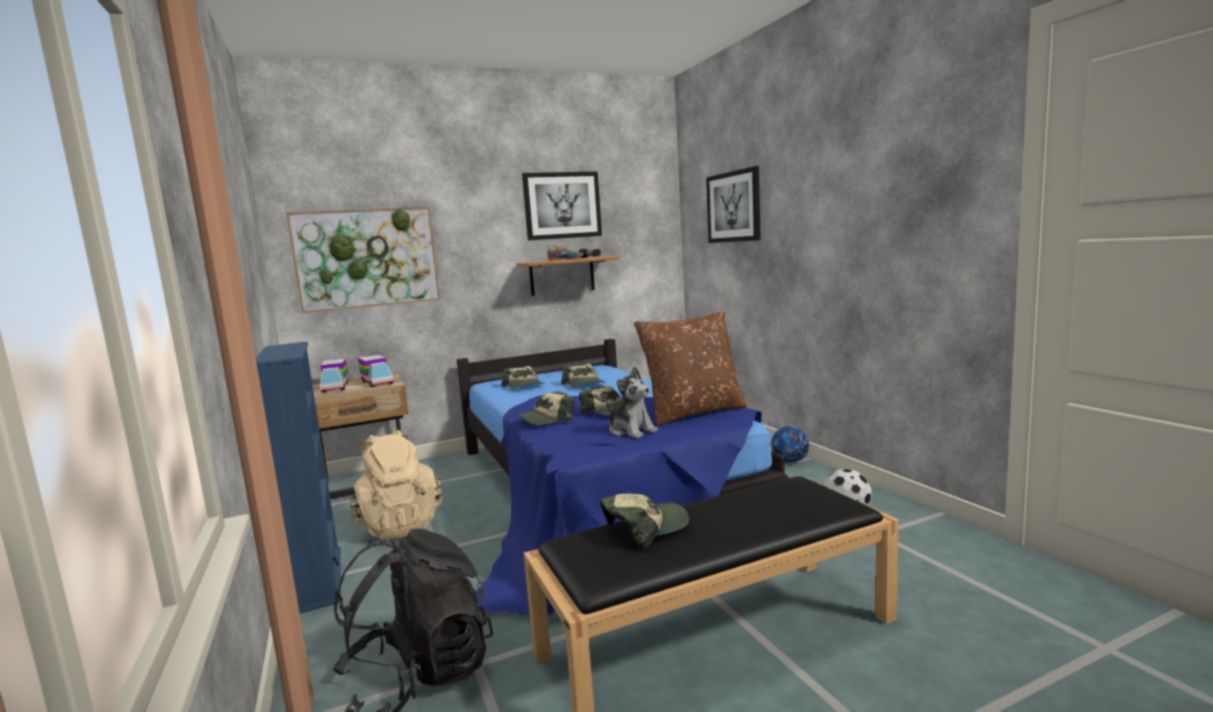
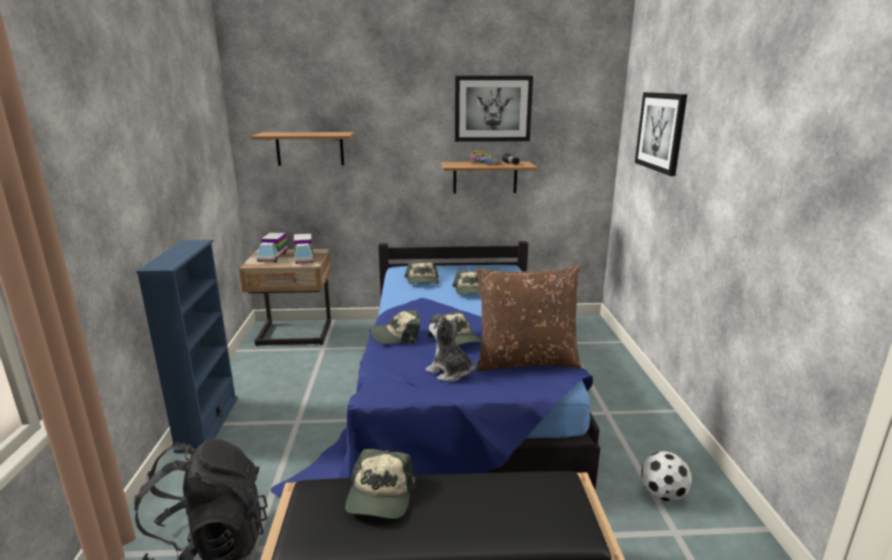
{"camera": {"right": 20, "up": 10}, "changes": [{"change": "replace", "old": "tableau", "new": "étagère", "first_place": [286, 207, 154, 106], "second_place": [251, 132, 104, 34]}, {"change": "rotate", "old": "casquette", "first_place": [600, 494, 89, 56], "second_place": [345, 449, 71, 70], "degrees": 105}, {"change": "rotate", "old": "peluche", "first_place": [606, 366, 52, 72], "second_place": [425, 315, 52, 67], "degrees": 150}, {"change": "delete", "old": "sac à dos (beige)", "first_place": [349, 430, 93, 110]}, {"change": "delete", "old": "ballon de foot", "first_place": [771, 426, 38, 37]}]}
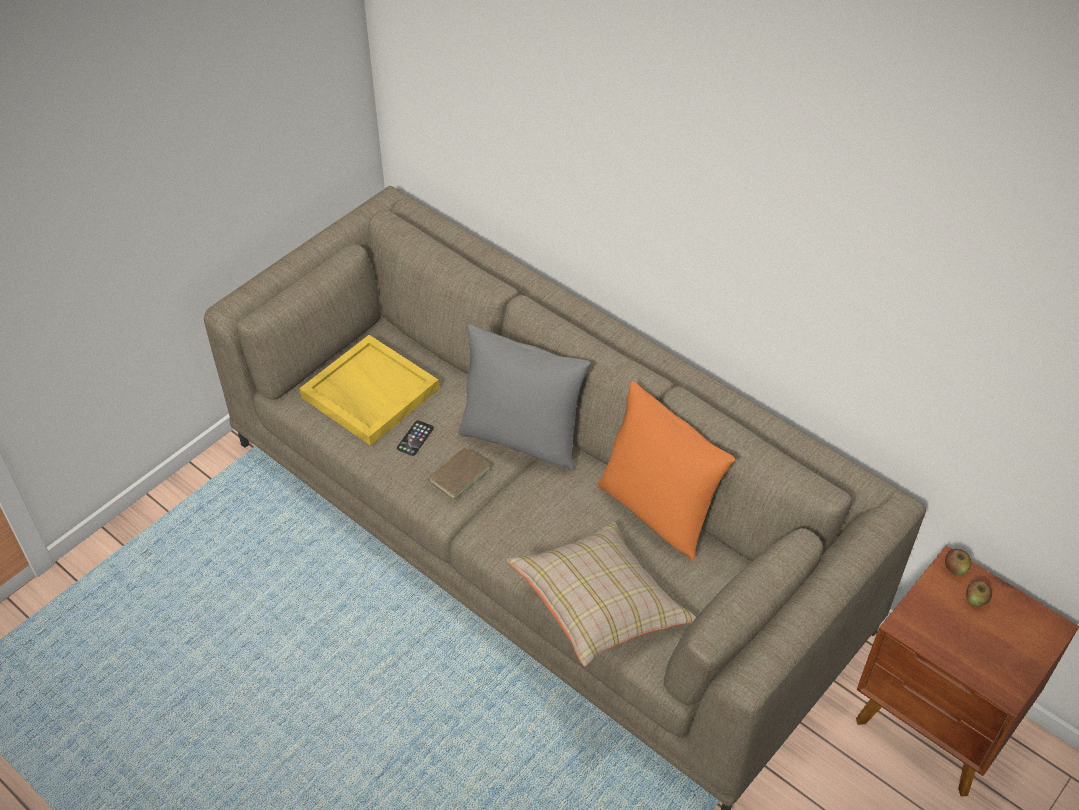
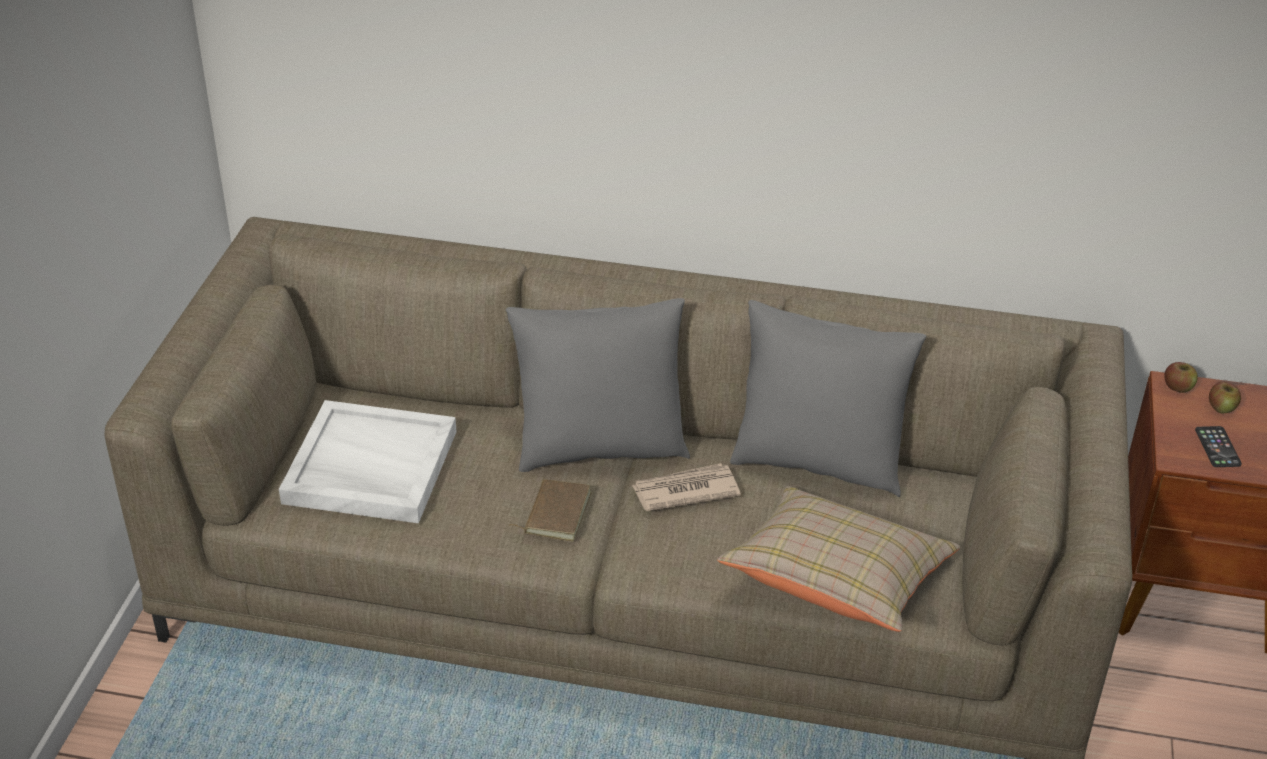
{"camera": {"right": -30, "up": -10}, "changes": [{"change": "recolor", "old": "plateau (jaune)", "new": "plateau (blanc)", "first_place": [300, 335, 139, 111], "second_place": [279, 400, 177, 123]}, {"change": "insert", "new": "journal", "second_place": [631, 463, 110, 48]}, {"change": "recolor", "old": "coussin (orange)", "new": "coussin (gris)", "first_place": [598, 382, 137, 180], "second_place": [730, 300, 196, 197]}, {"change": "move", "old": "téléphone", "first_place": [397, 420, 37, 36], "second_place": [1195, 426, 47, 41]}]}
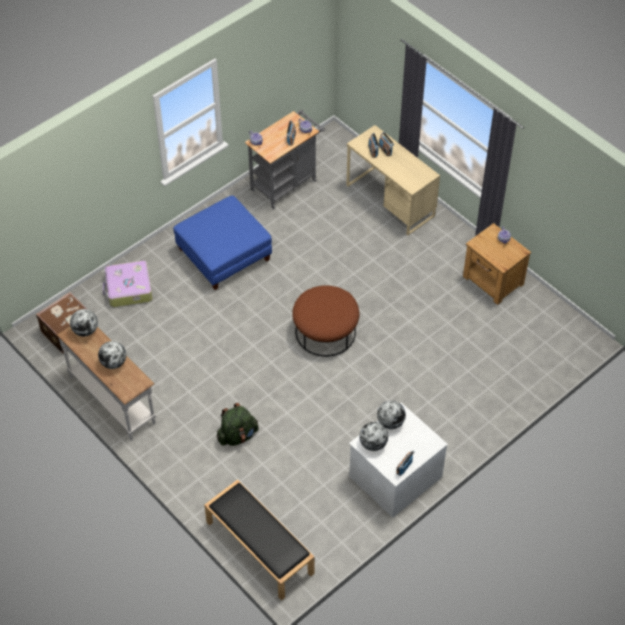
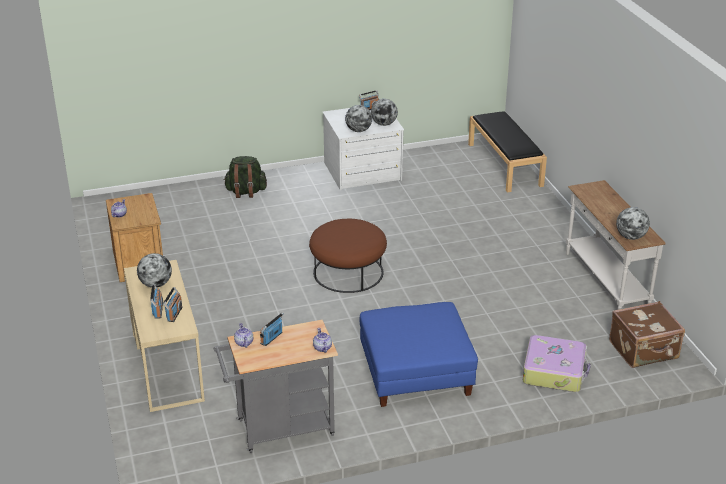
{"camera": {"right": -155, "up": -20}, "changes": [{"change": "move", "old": "globe", "first_place": [98, 341, 28, 28], "second_place": [137, 253, 35, 35]}, {"change": "move", "old": "sac à dos (vert)", "first_place": [217, 403, 42, 43], "second_place": [223, 156, 44, 42]}]}
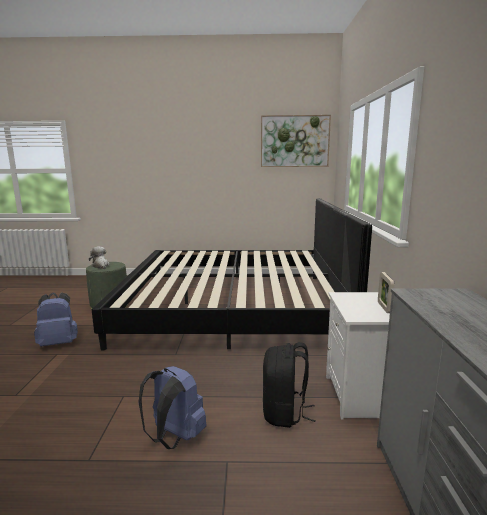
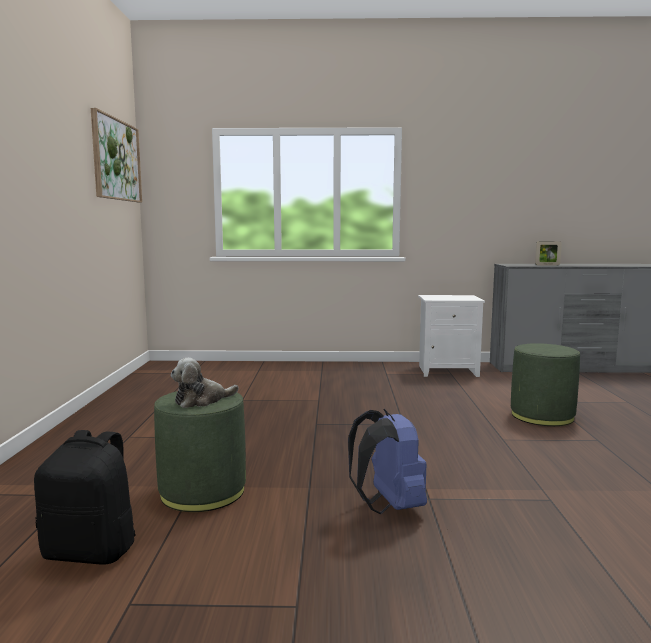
{"camera": {"right": -90, "up": -5}, "changes": [{"change": "move", "old": "sac à dos (noir)", "first_place": [263, 342, 53, 86], "second_place": [34, 430, 101, 135]}, {"change": "replace", "old": "sac à dos (bleu)", "new": "pouf (vert)", "first_place": [139, 366, 68, 83], "second_place": [511, 343, 69, 83]}, {"change": "move", "old": "cadre photo", "first_place": [378, 272, 16, 41], "second_place": [535, 241, 27, 24]}, {"change": "delete", "old": "lit", "first_place": [92, 198, 280, 153]}]}
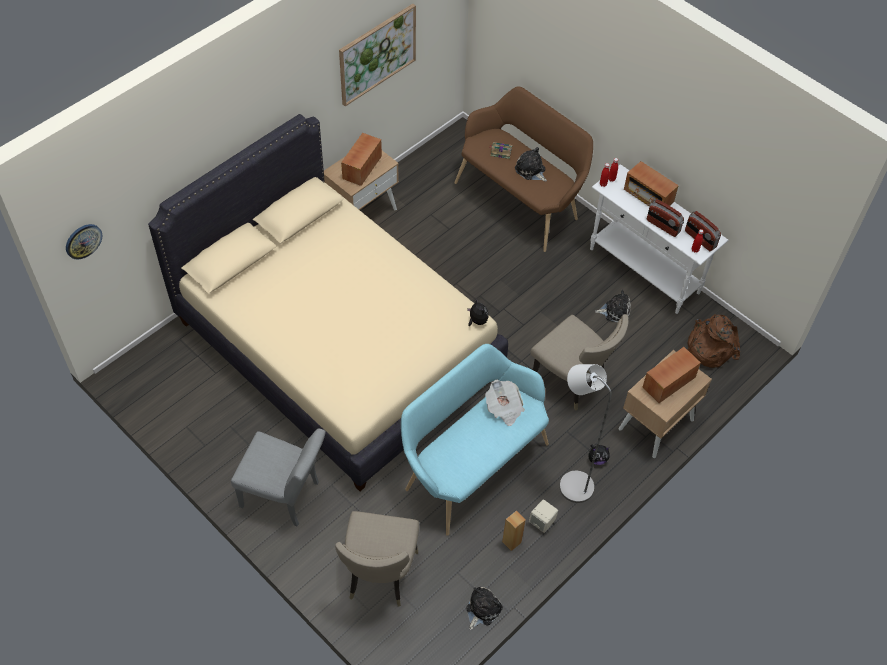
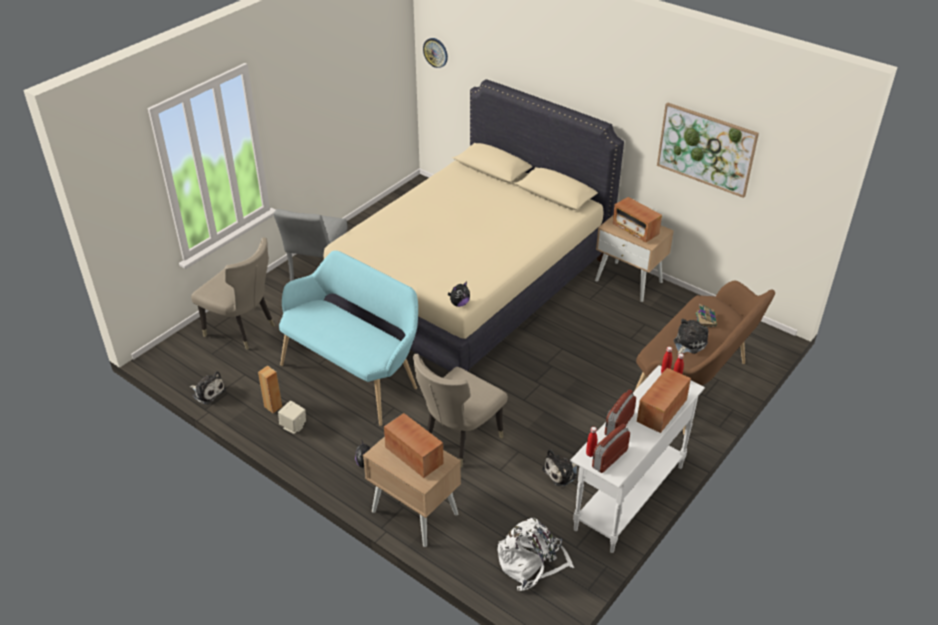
{"camera": {"right": 85, "up": -15}, "changes": [{"change": "rotate", "old": "chaise (beige)", "first_place": [335, 511, 84, 95], "second_place": [191, 237, 84, 113], "degrees": -150}, {"change": "recolor", "old": "sac à dos (marron)", "new": "sac à dos (blanc)", "first_place": [687, 314, 53, 54], "second_place": [497, 518, 77, 73]}, {"change": "rotate", "old": "peluche", "first_place": [595, 290, 36, 33], "second_place": [542, 449, 35, 37], "degrees": 60}, {"change": "rotate", "old": "radio", "first_place": [341, 133, 41, 53], "second_place": [612, 197, 50, 45], "degrees": -150}, {"change": "delete", "old": "journal", "first_place": [485, 380, 40, 46]}, {"change": "delete", "old": "lampadaire (gris)", "first_place": [559, 364, 53, 139]}]}
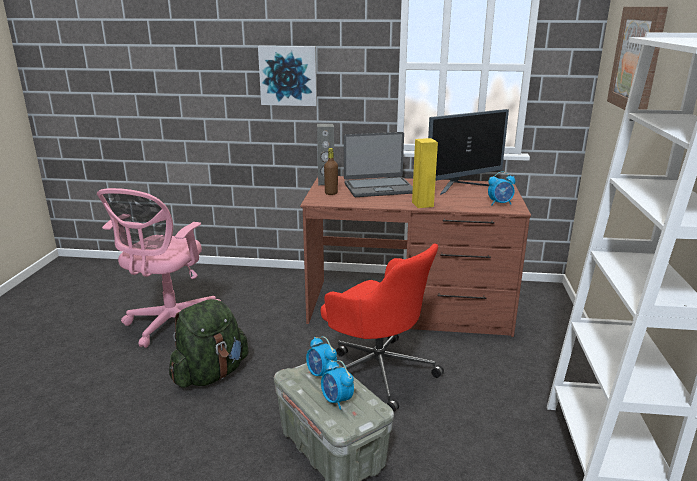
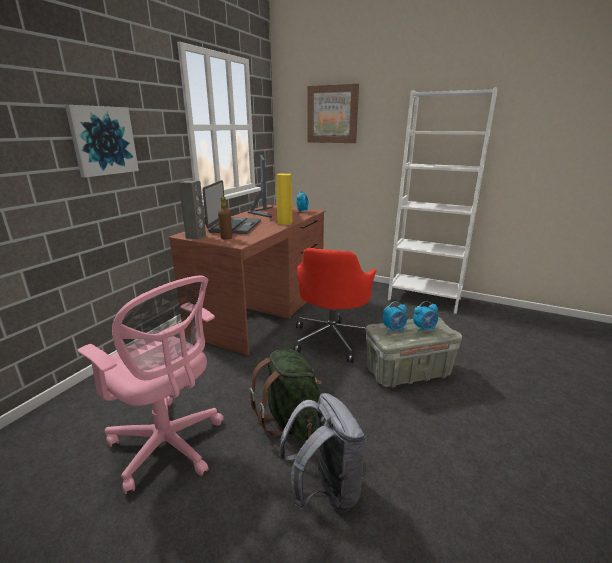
{"camera": {"right": -70, "up": 0}, "changes": [{"change": "insert", "new": "sac à dos (gris)", "second_place": [278, 393, 89, 118]}, {"change": "rotate", "old": "chaise de bureau (rouge)", "first_place": [321, 243, 123, 169], "second_place": [293, 248, 83, 115], "degrees": 135}]}
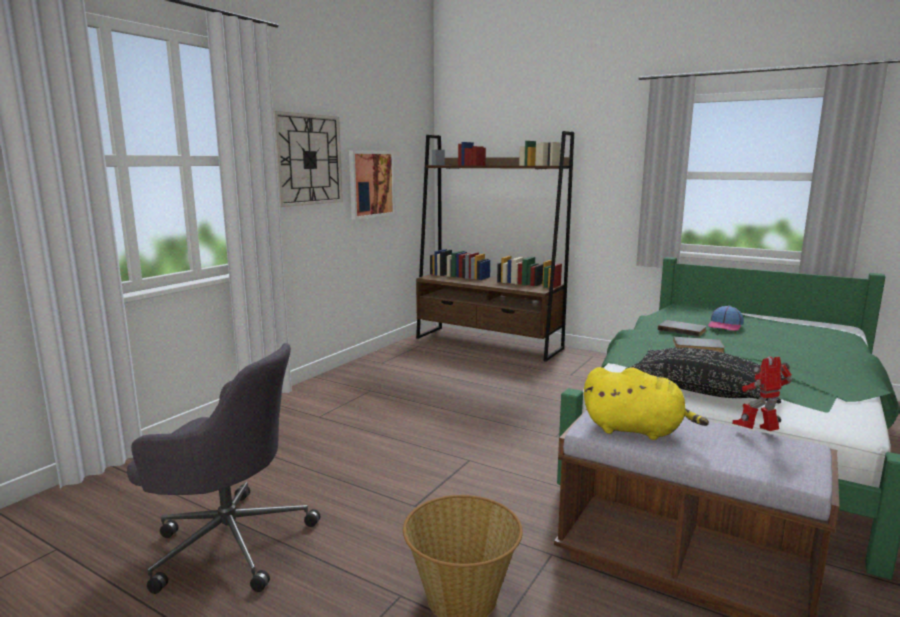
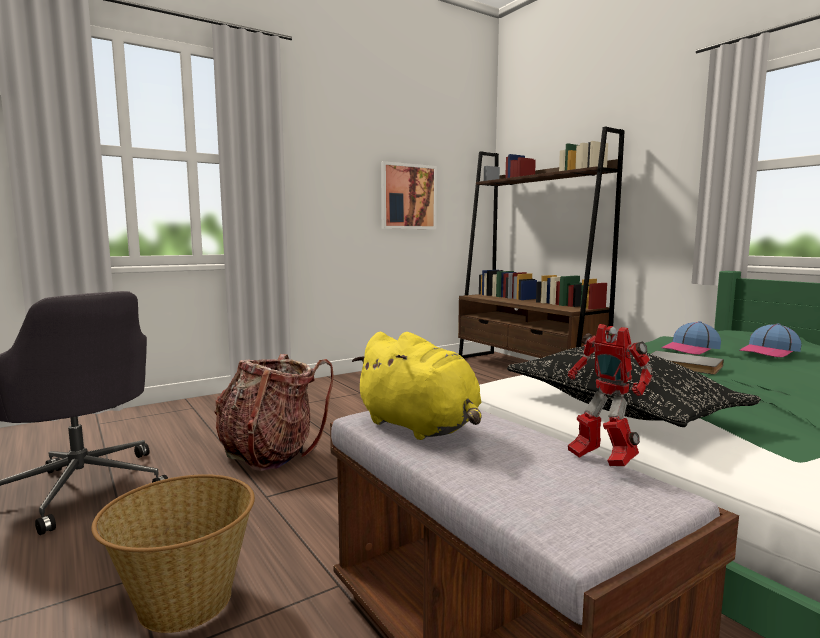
{"camera": {"right": 25, "up": -5}, "changes": [{"change": "insert", "new": "sac à dos", "second_place": [214, 354, 120, 117]}, {"change": "rotate", "old": "robot jouet", "first_place": [732, 357, 61, 74], "second_place": [568, 324, 84, 142], "degrees": -135}, {"change": "replace", "old": "livre (gris)", "new": "casquette", "first_place": [658, 320, 49, 17], "second_place": [661, 321, 60, 34]}, {"change": "delete", "old": "horloge murale", "first_place": [273, 111, 70, 96]}]}
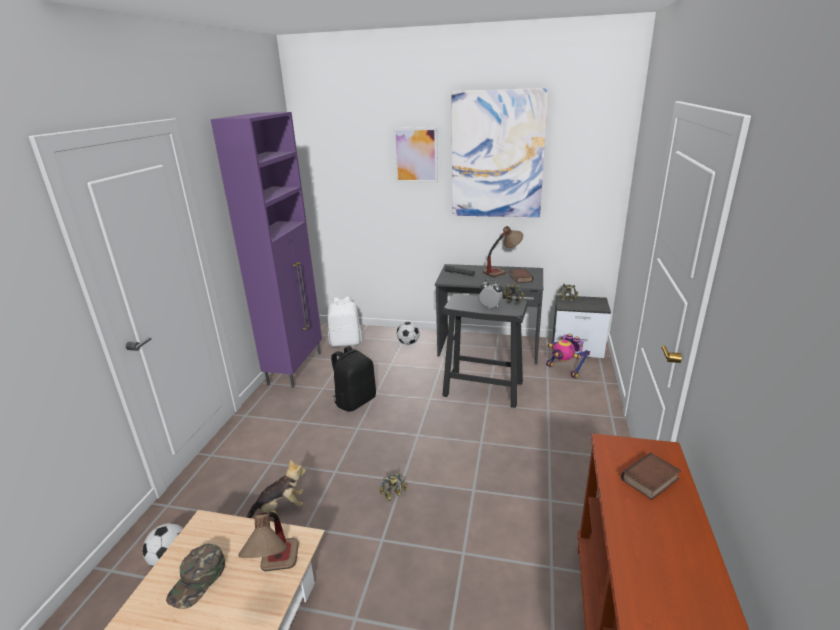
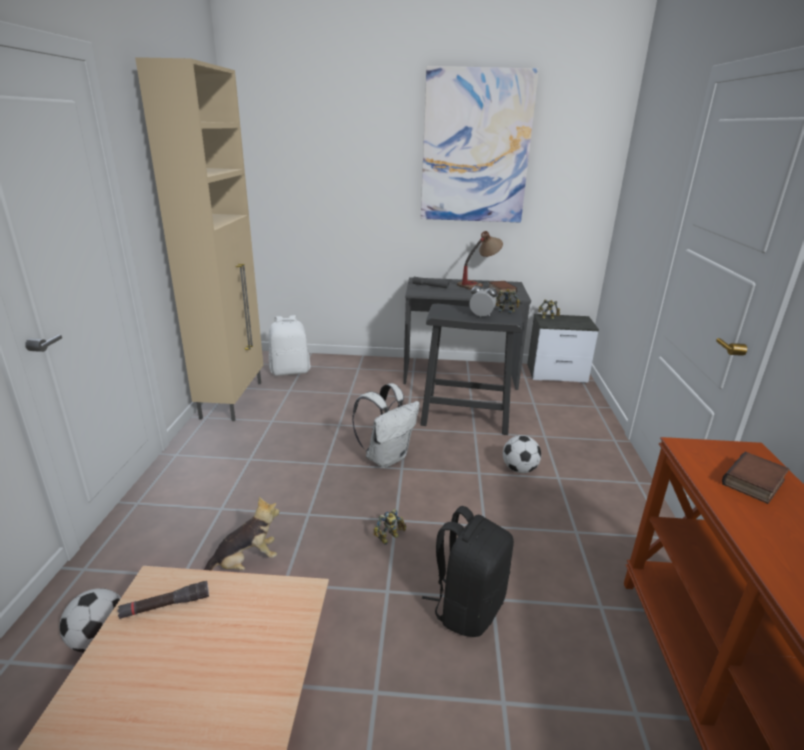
{"camera": {"right": -10, "up": 0}, "changes": [{"change": "insert", "new": "lampe de poche (noir)", "second_place": [118, 581, 91, 38]}, {"change": "recolor", "old": "meuble de rangement (violet)", "new": "meuble de rangement (beige)", "first_place": [210, 112, 112, 276], "second_place": [135, 57, 128, 364]}, {"change": "insert", "new": "sac à dos (blanc)", "second_place": [352, 383, 68, 85]}, {"change": "move", "old": "sac à dos (noir)", "first_place": [331, 346, 45, 66], "second_place": [422, 506, 92, 131]}, {"change": "move", "old": "ballon de foot", "first_place": [397, 322, 23, 23], "second_place": [503, 435, 38, 38]}, {"change": "delete", "old": "casquette (vert)", "first_place": [166, 543, 59, 66]}, {"change": "delete", "old": "lampe de table", "first_place": [239, 512, 60, 59]}, {"change": "delete", "old": "tableau", "first_place": [393, 127, 45, 56]}, {"change": "delete", "old": "robot jouet", "first_place": [546, 334, 44, 44]}]}
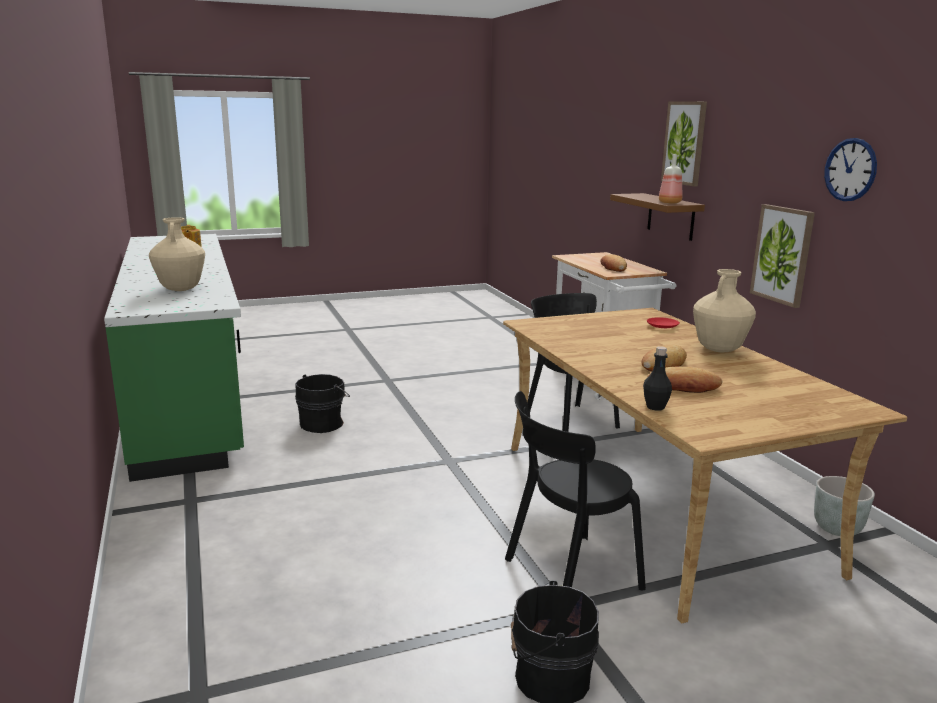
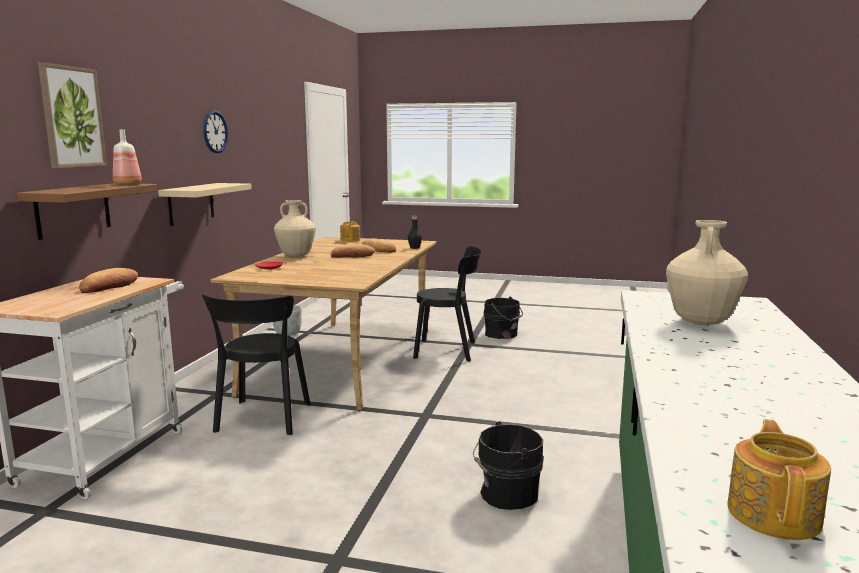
{"camera": {"right": -145, "up": -5}, "changes": [{"change": "replace", "old": "tableau", "new": "étagère (beige)", "first_place": [750, 204, 65, 104], "second_place": [158, 183, 94, 43]}, {"change": "insert", "new": "théière", "second_place": [340, 221, 20, 21]}]}
